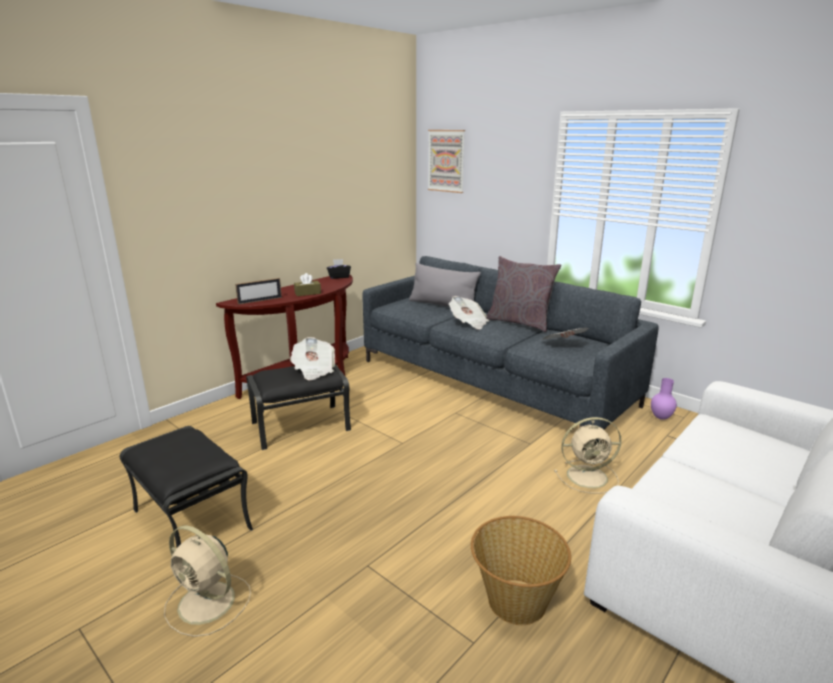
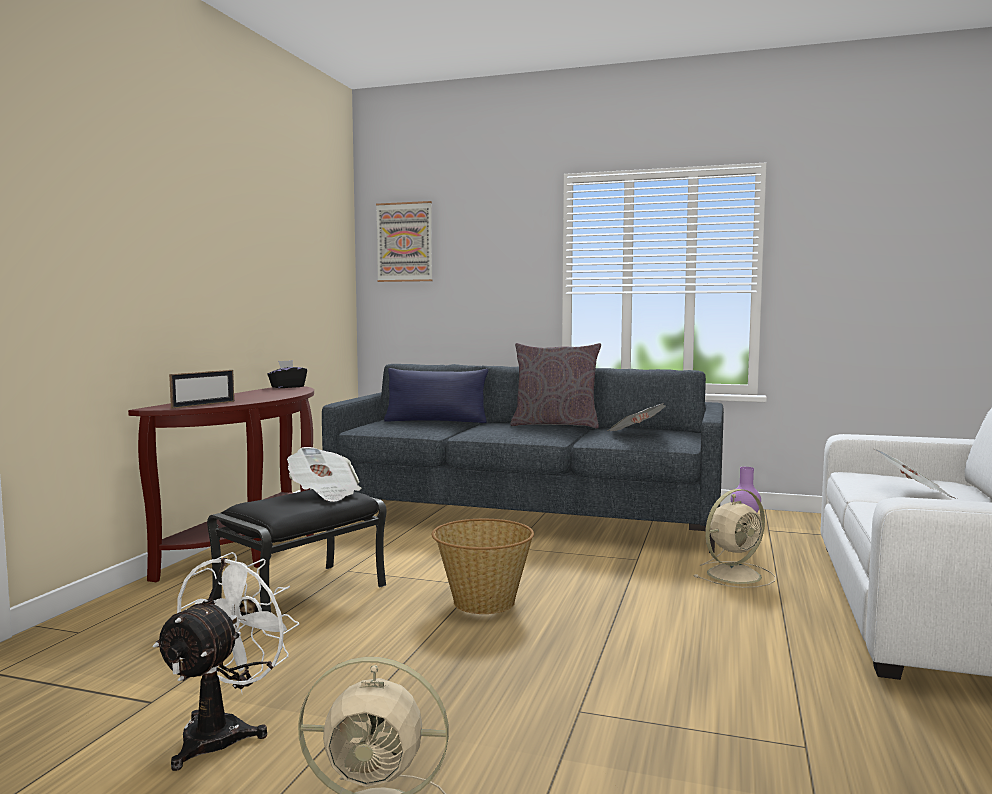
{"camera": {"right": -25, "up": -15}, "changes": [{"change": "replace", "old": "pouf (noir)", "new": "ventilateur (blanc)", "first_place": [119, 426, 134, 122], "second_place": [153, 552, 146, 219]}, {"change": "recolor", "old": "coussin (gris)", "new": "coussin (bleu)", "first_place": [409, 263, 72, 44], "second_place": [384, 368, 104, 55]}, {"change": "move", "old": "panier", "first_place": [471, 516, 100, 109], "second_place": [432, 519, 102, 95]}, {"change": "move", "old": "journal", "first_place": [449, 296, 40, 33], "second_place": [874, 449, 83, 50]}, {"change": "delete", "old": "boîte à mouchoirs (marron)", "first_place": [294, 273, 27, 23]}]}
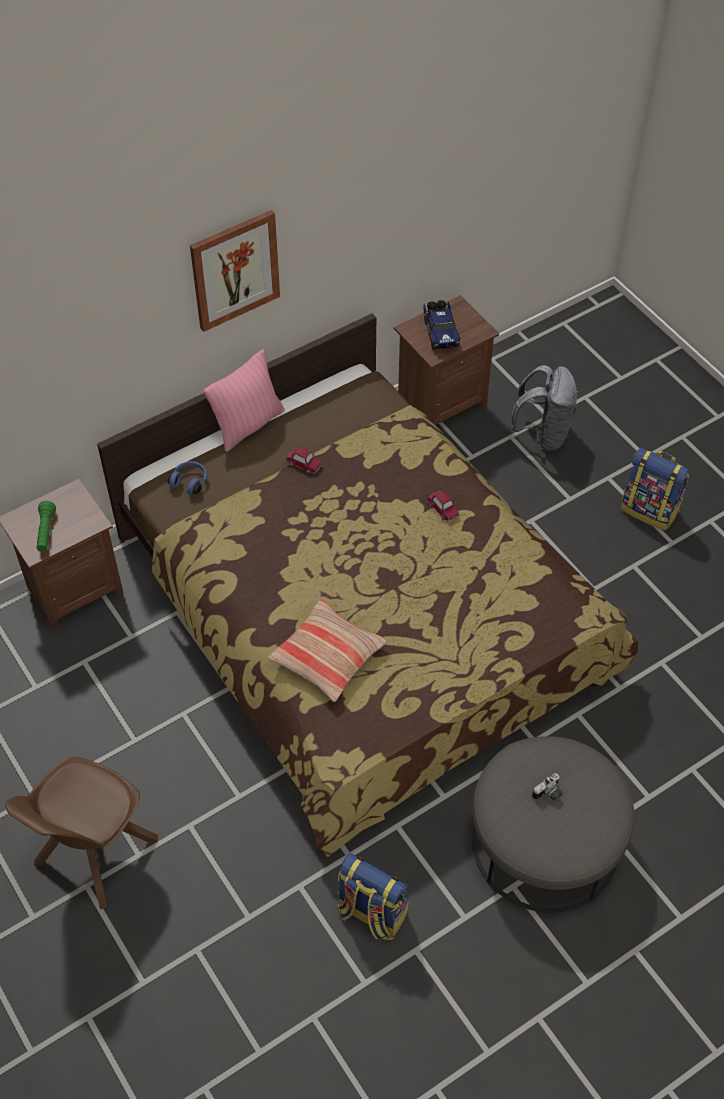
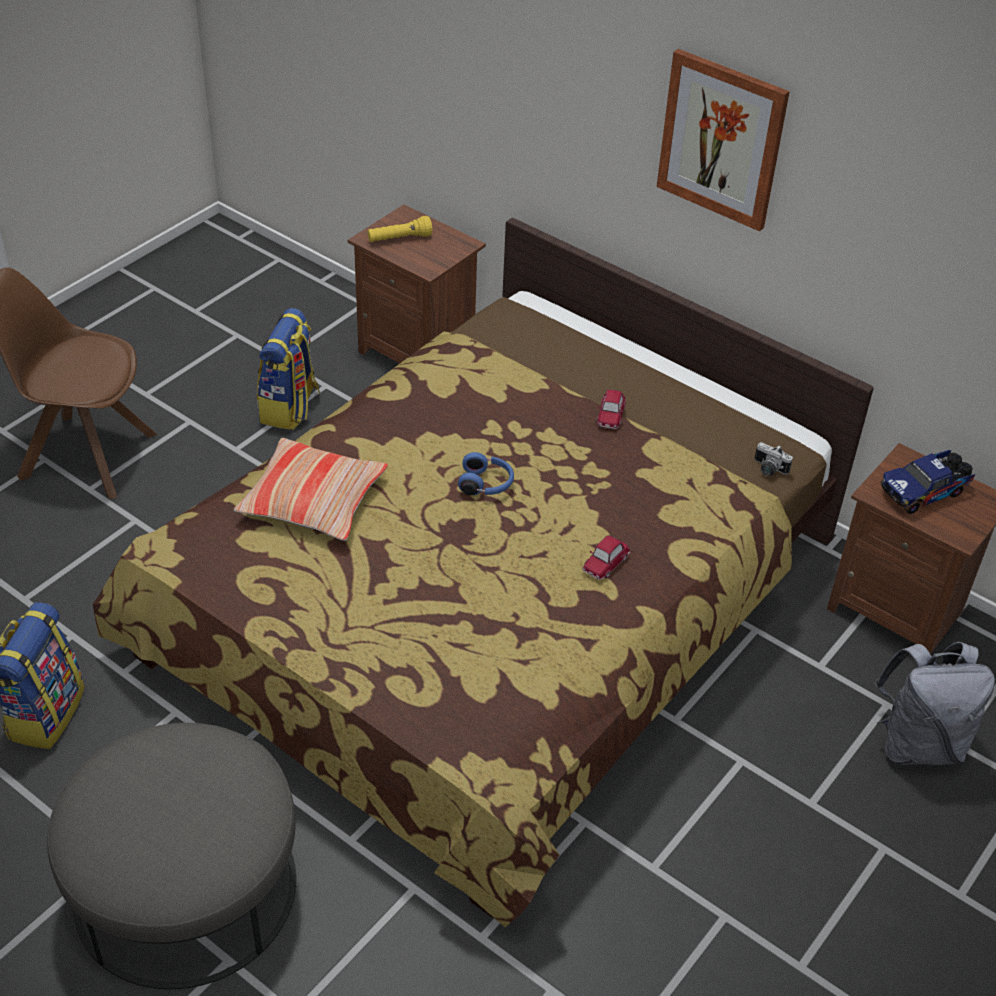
{"camera": {"right": 70, "up": -10}, "changes": [{"change": "move", "old": "sac à dos", "first_place": [621, 448, 68, 82], "second_place": [257, 308, 63, 122]}, {"change": "recolor", "old": "lampe de poche (vert)", "new": "lampe de poche (jaune)", "first_place": [36, 501, 20, 50], "second_place": [368, 216, 65, 26]}, {"change": "move", "old": "casque audio (bleu)", "first_place": [168, 461, 39, 34], "second_place": [458, 452, 56, 43]}, {"change": "move", "old": "appareil photo", "first_place": [532, 773, 30, 28], "second_place": [755, 442, 38, 34]}, {"change": "delete", "old": "coussin (rose)", "first_place": [204, 349, 81, 103]}]}
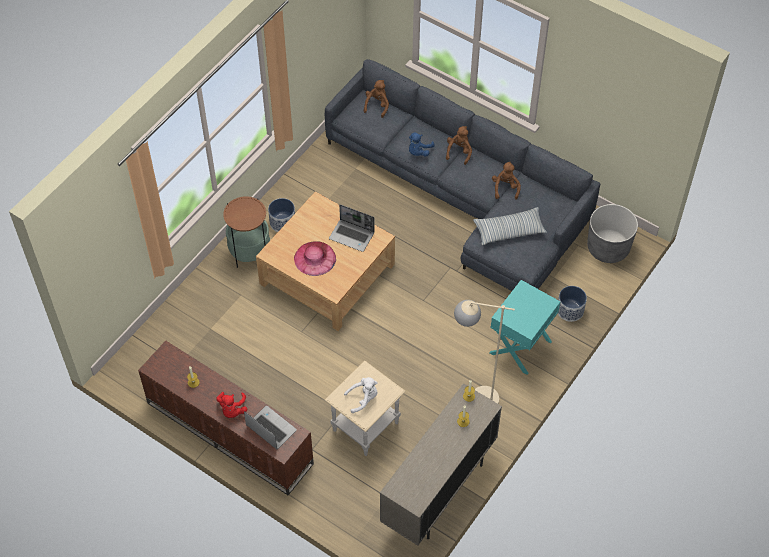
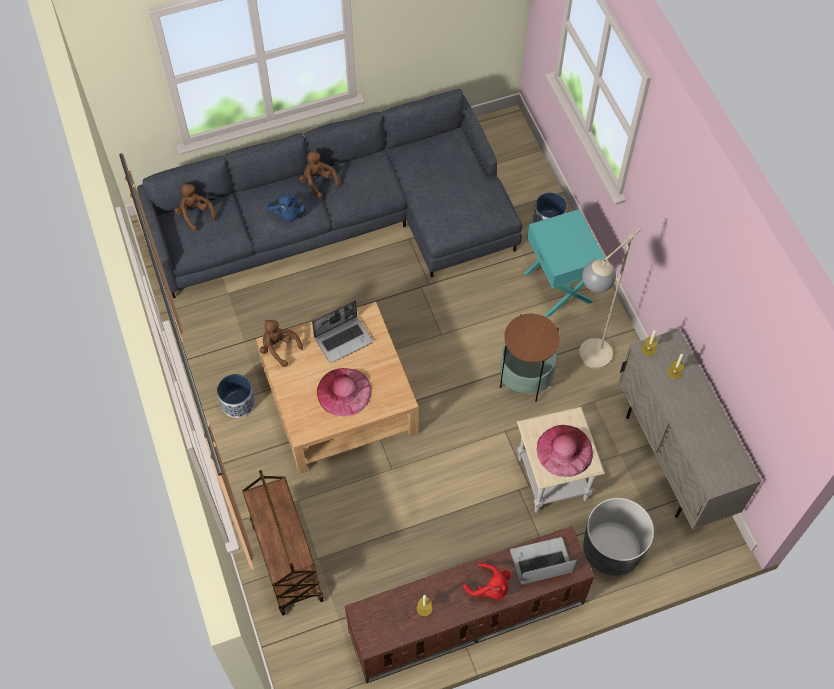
{"camera": {"right": -55, "up": 5}, "changes": [{"change": "insert", "new": "chariot (marron)", "second_place": [242, 470, 82, 146]}, {"change": "move", "old": "peluche (marron)", "first_place": [492, 162, 29, 38], "second_place": [260, 320, 43, 47]}, {"change": "move", "old": "table d'appoint", "first_place": [223, 196, 47, 72], "second_place": [500, 314, 60, 88]}, {"change": "replace", "old": "peluche (blanc)", "new": "chapeau (rose)", "first_place": [344, 377, 33, 36], "second_place": [536, 425, 57, 52]}, {"change": "move", "old": "cache-pot (gris)", "first_place": [587, 204, 51, 59], "second_place": [583, 498, 71, 78]}, {"change": "delete", "old": "coussin", "first_place": [473, 207, 74, 38]}]}
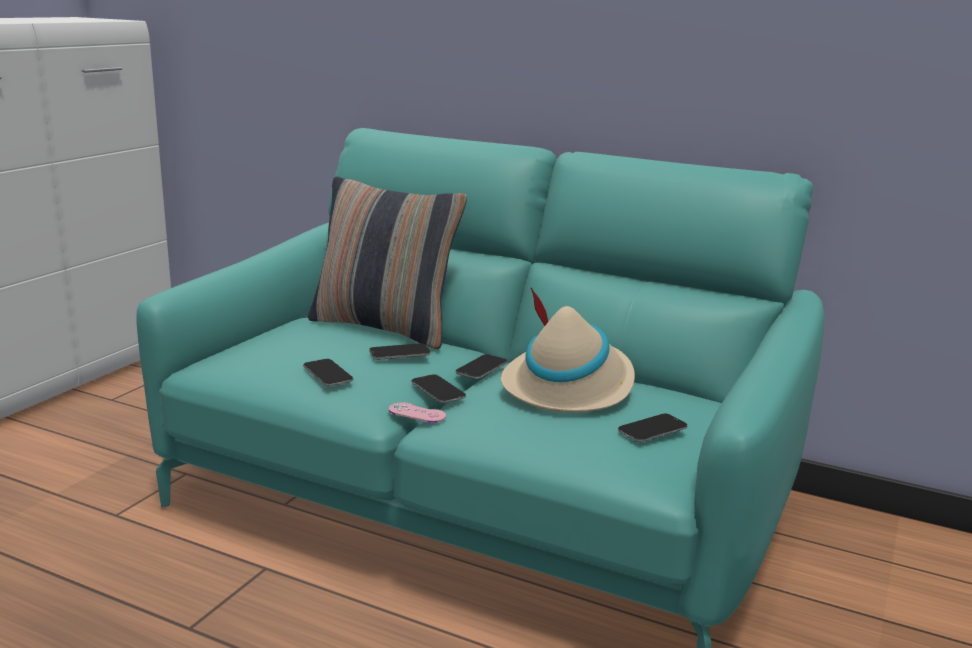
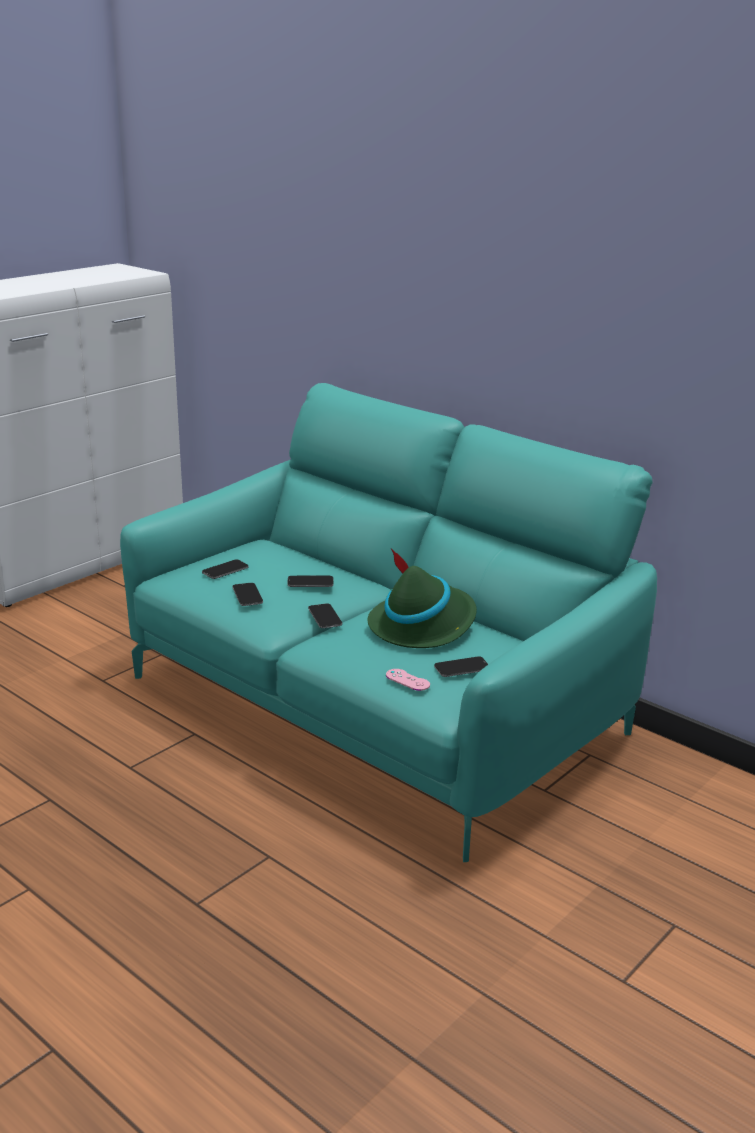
{"camera": {"right": 15, "up": 5}, "changes": [{"change": "move", "old": "téléphone", "first_place": [456, 354, 51, 25], "second_place": [202, 559, 47, 20]}, {"change": "recolor", "old": "chapeau (beige)", "new": "chapeau (vert)", "first_place": [501, 287, 134, 125], "second_place": [367, 548, 110, 100]}, {"change": "move", "old": "manette (rose)", "first_place": [389, 402, 57, 21], "second_place": [386, 669, 44, 22]}, {"change": "delete", "old": "coussin", "first_place": [308, 176, 159, 173]}]}
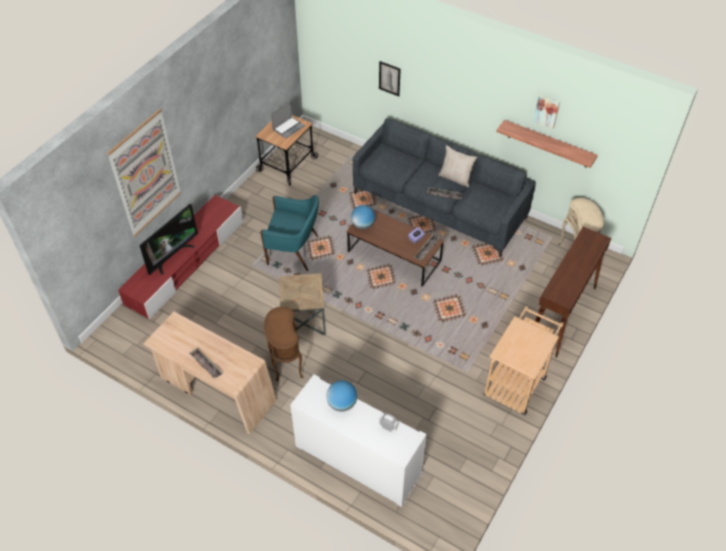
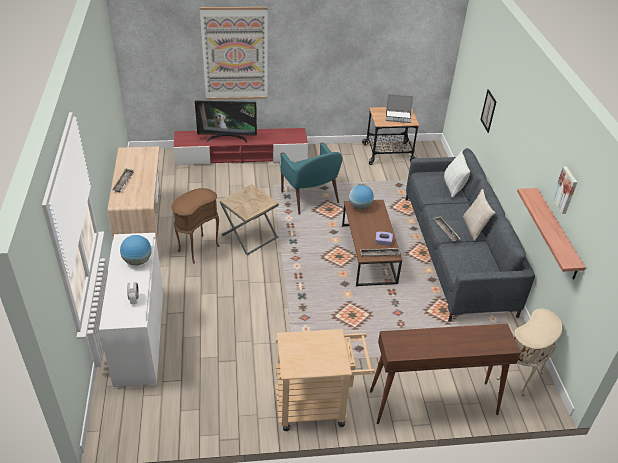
{"camera": {"right": 50, "up": -10}, "changes": [{"change": "insert", "new": "coussin", "second_place": [444, 151, 26, 47]}]}
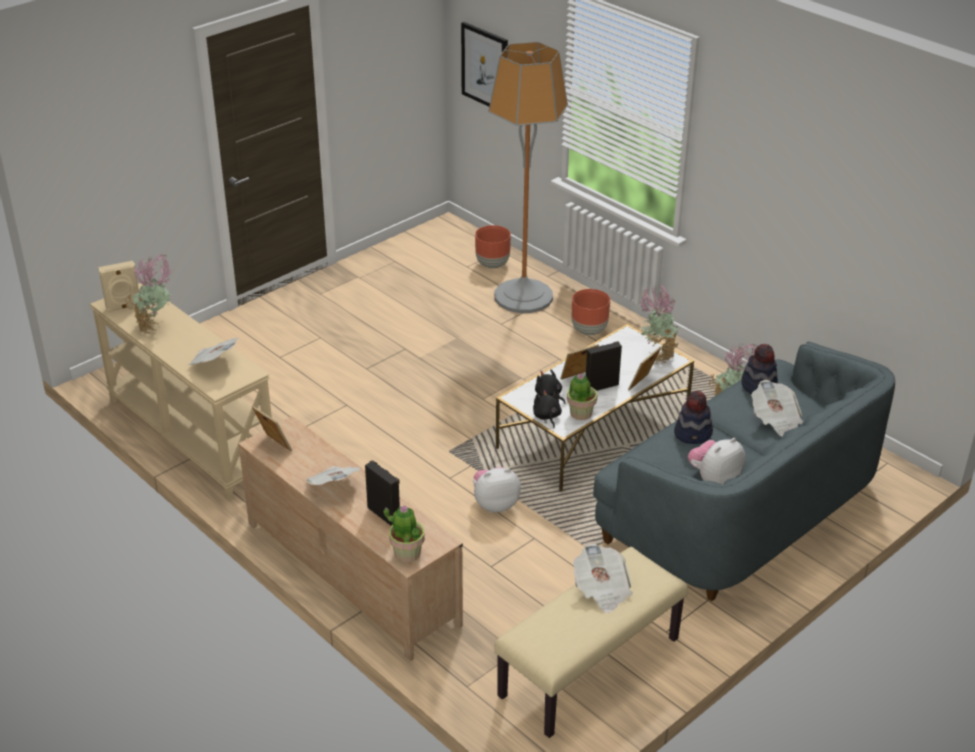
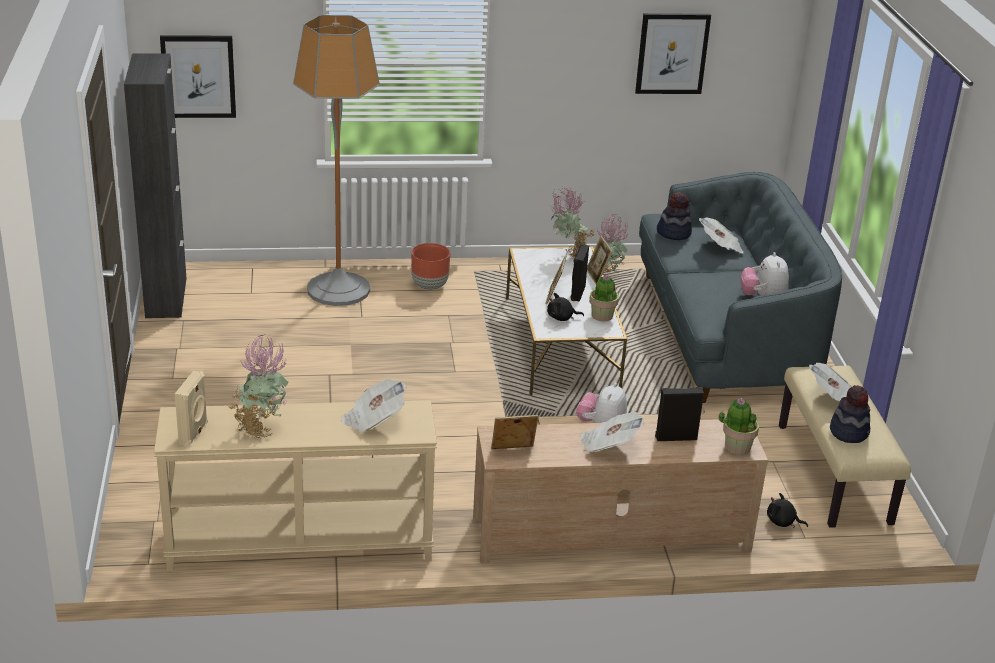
{"camera": {"right": -55, "up": -5}, "changes": [{"change": "insert", "new": "meuble de rangement (noir)", "second_place": [124, 53, 63, 265]}, {"change": "insert", "new": "tableau", "second_place": [635, 13, 76, 81]}, {"change": "move", "old": "peluche (noir)", "first_place": [533, 390, 29, 38], "second_place": [767, 493, 41, 35]}, {"change": "move", "old": "chapeau", "first_place": [674, 390, 39, 54], "second_place": [830, 385, 40, 58]}, {"change": "delete", "old": "cache-pot (marron)", "first_place": [475, 225, 36, 44]}]}
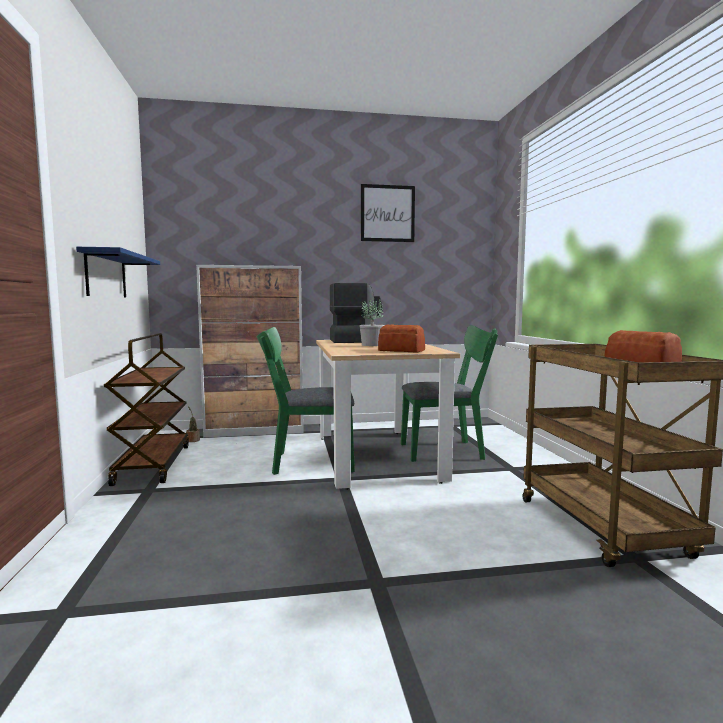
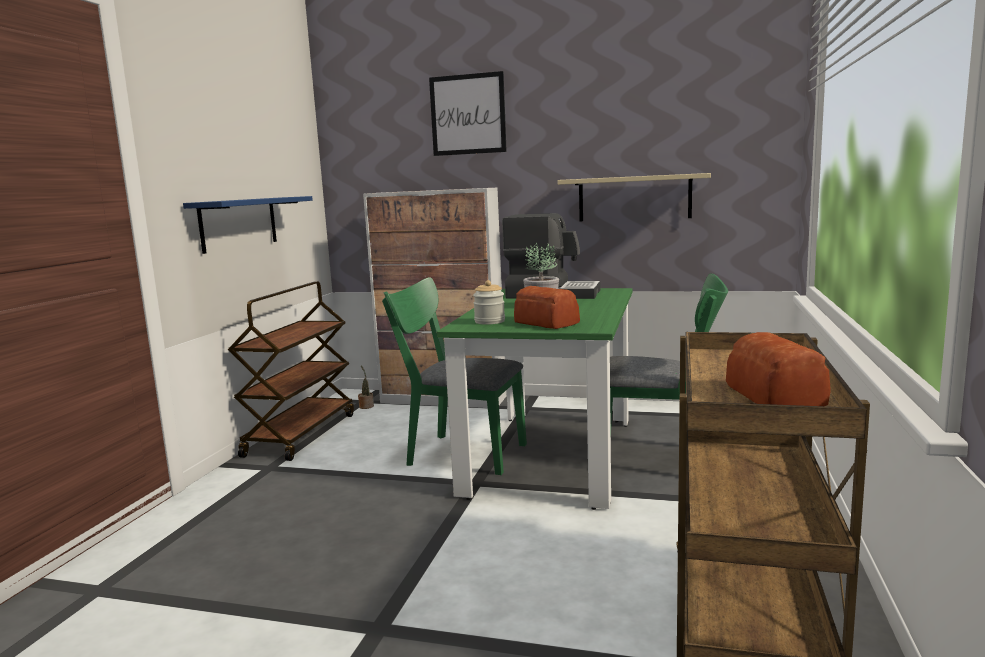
{"camera": {"right": 25, "up": 5}, "changes": [{"change": "move", "old": "tableau", "first_place": [361, 184, 54, 58], "second_place": [429, 71, 78, 85]}, {"change": "recolor", "old": "table à manger (beige)", "new": "table à manger (vert)", "first_place": [316, 340, 144, 150], "second_place": [437, 288, 195, 222]}, {"change": "insert", "new": "bocal", "second_place": [473, 280, 32, 45]}, {"change": "insert", "new": "étagère (beige)", "second_place": [557, 173, 154, 48]}]}
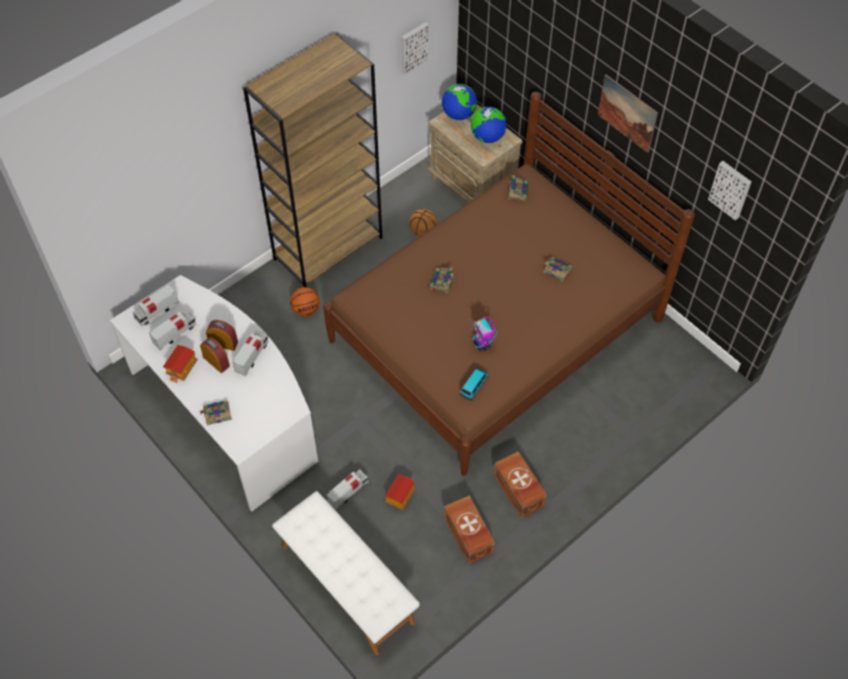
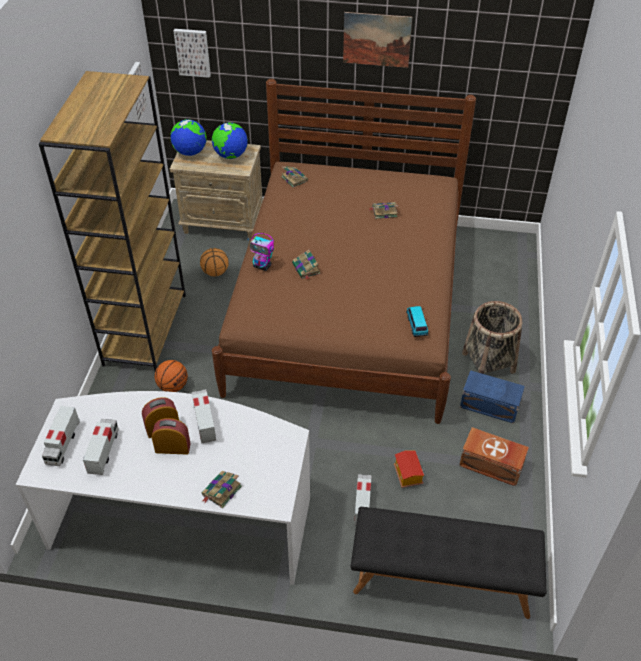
{"camera": {"right": -40, "up": -10}, "changes": [{"change": "move", "old": "tableau", "first_place": [708, 161, 43, 59], "second_place": [174, 29, 37, 49]}, {"change": "move", "old": "robot jouet", "first_place": [469, 317, 29, 35], "second_place": [247, 233, 27, 38]}, {"change": "recolor", "old": "banc (blanc)", "new": "banc (noir)", "first_place": [272, 491, 148, 165], "second_place": [351, 507, 195, 112]}, {"change": "recolor", "old": "boîte de rangement (marron)", "new": "boîte de rangement (bleu)", "first_place": [494, 452, 53, 66], "second_place": [460, 370, 65, 54]}, {"change": "insert", "new": "panier", "second_place": [462, 301, 60, 73]}, {"change": "delete", "old": "maison miniature", "first_place": [163, 345, 35, 38]}]}
